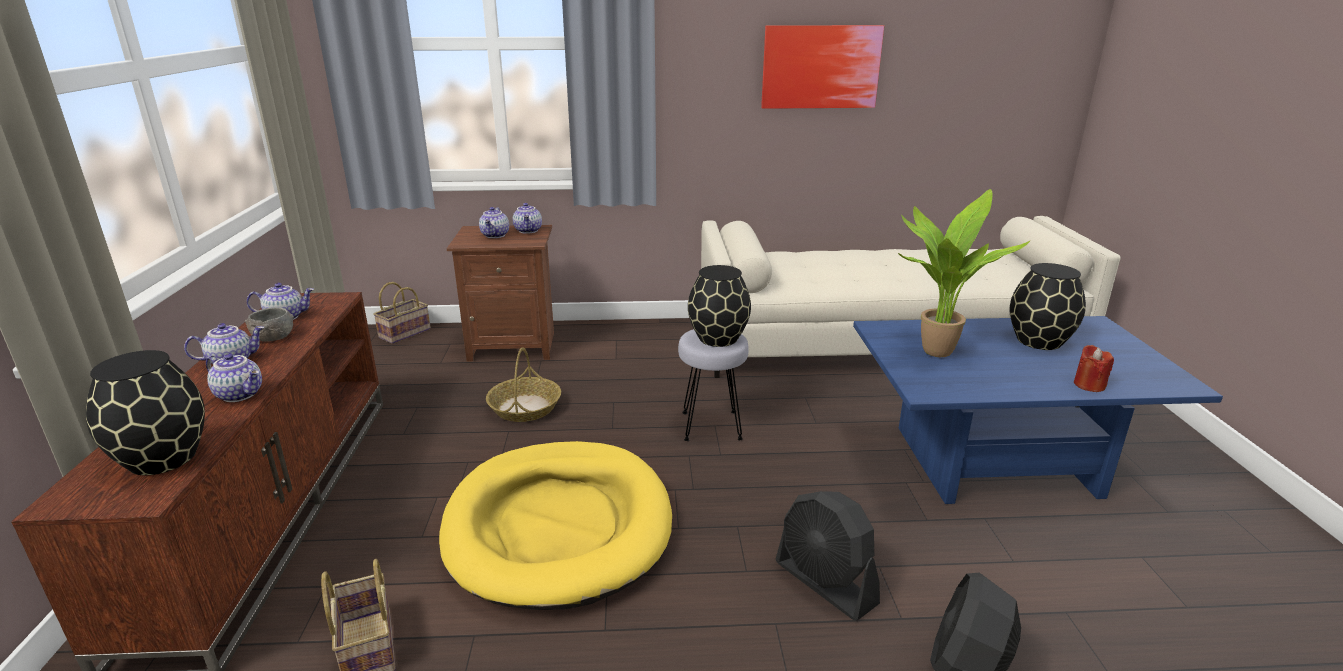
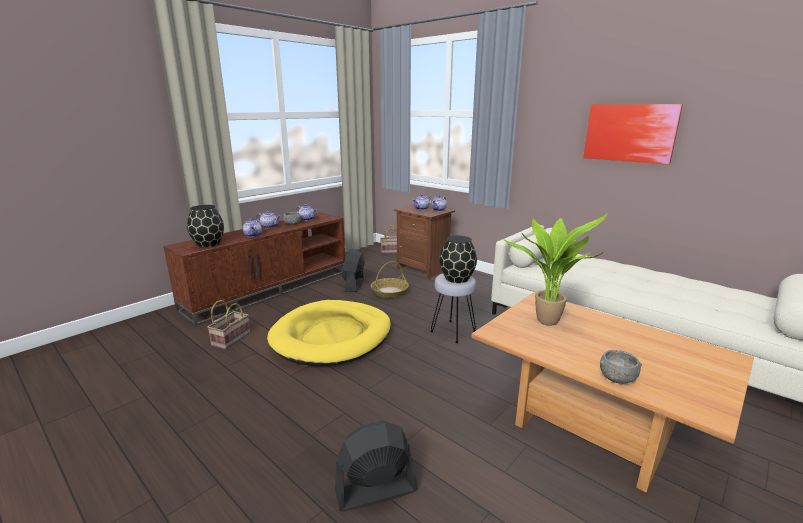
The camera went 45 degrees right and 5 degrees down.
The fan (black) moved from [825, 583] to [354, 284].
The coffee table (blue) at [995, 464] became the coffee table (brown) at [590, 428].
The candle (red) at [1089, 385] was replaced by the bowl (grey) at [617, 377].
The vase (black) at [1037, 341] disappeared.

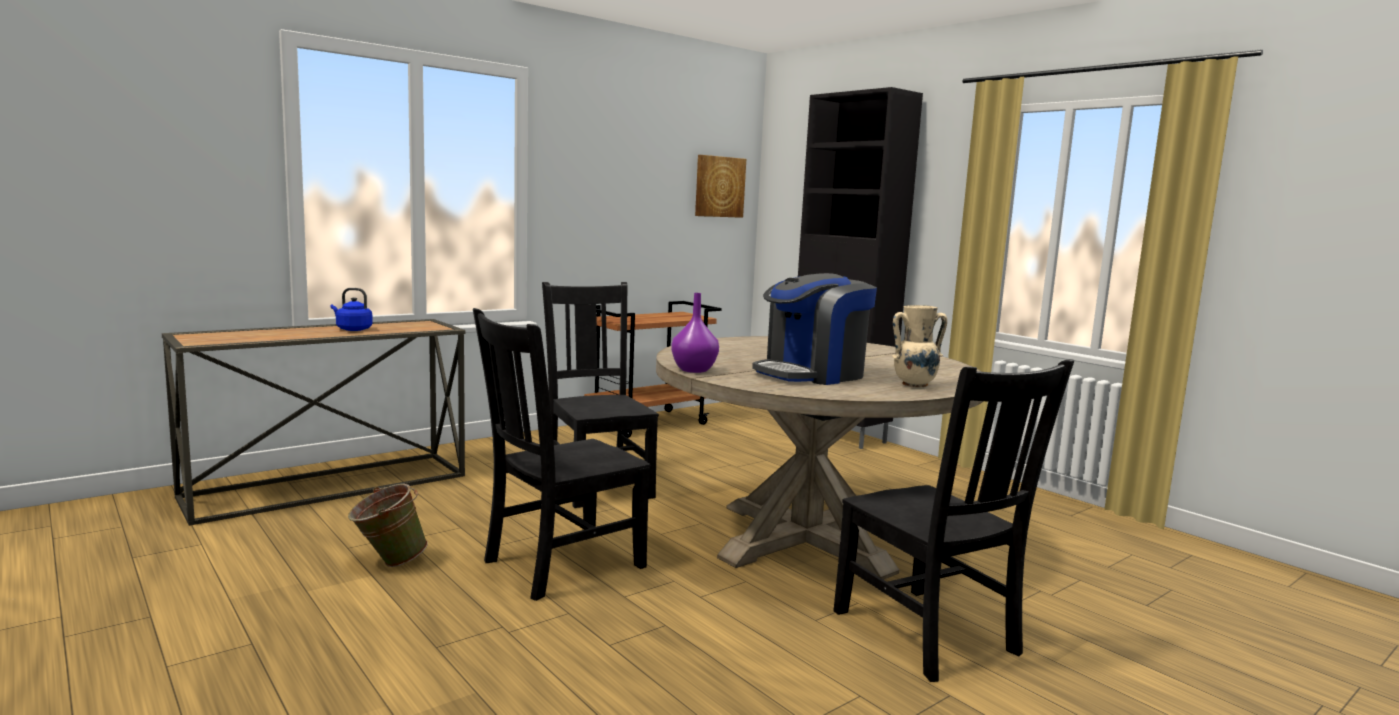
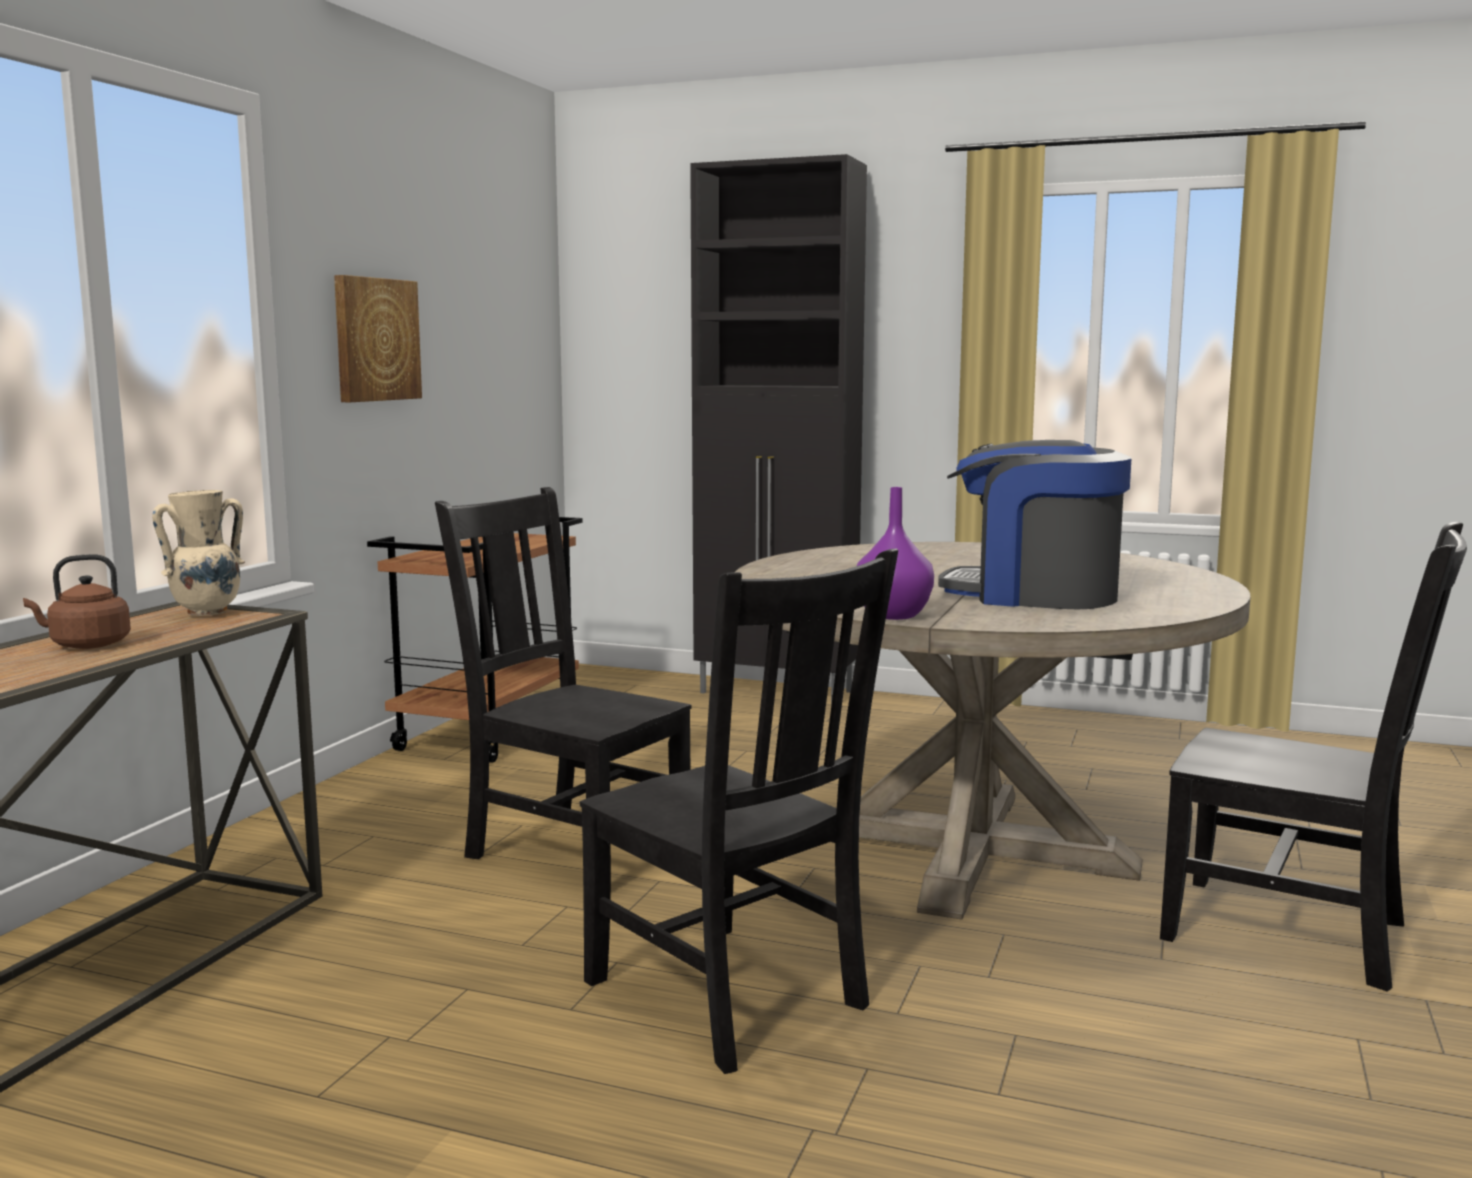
The camera went 30 degrees left and 0 degrees up.
The kettle (blue) at [352, 329] became the kettle (brown) at [86, 645].
The vase (beige) moved from [913, 385] to [205, 612].
The picture moved from [719, 187] to [375, 339].
The chair (black) at [559, 565] turned 60 degrees counterclockwise.
The coffee machine at [812, 374] turned 90 degrees clockwise.
The bucket (green) at [388, 563] disappeared.

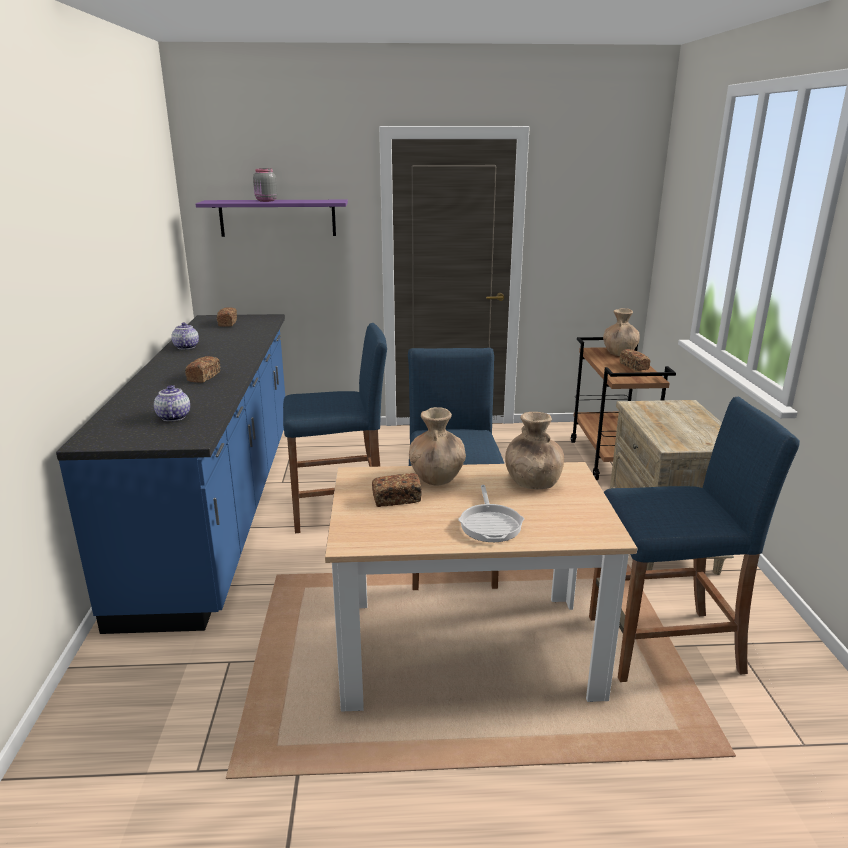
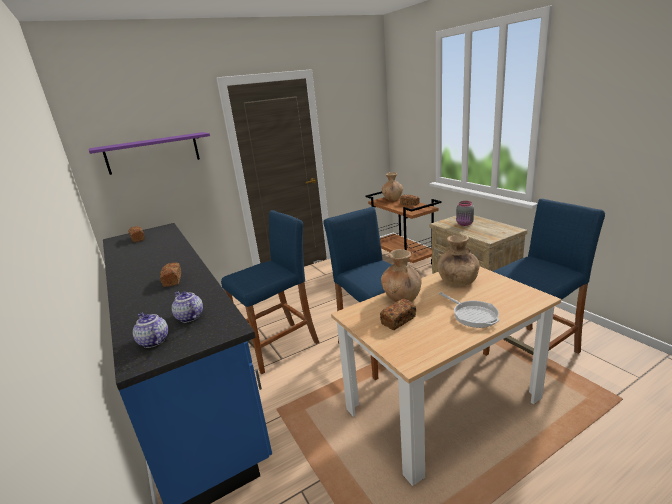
The camera went 25 degrees left and 0 degrees up.
The teapot moved from [186, 347] to [153, 341].
The jar (grey) moved from [266, 201] to [465, 224].

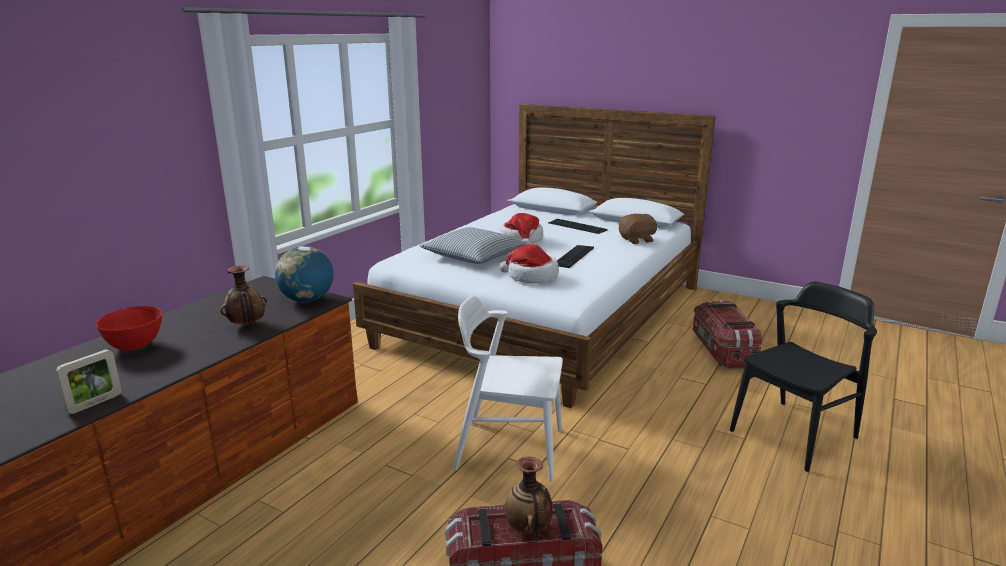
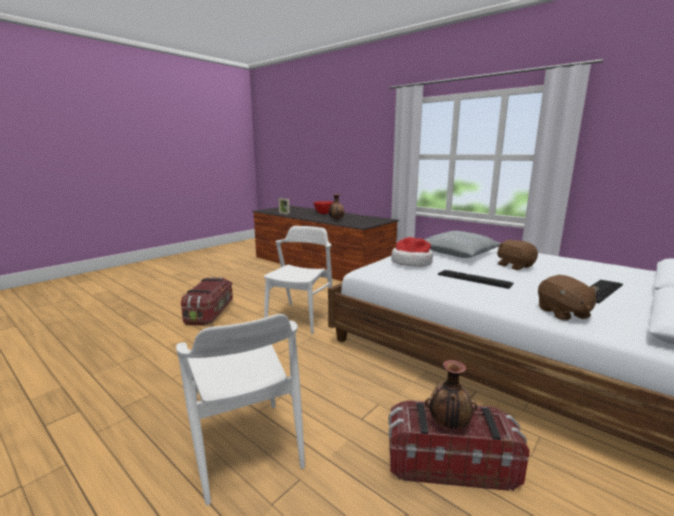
The camera went 100 degrees right and 5 degrees down.
The chair (black) at [794, 434] became the chair (white) at [245, 448].
The vase moved from [528, 528] to [449, 424].
The hat at [522, 240] was replaced by the plush toy (brown) at [514, 266].
The globe at [307, 300] disappeared.

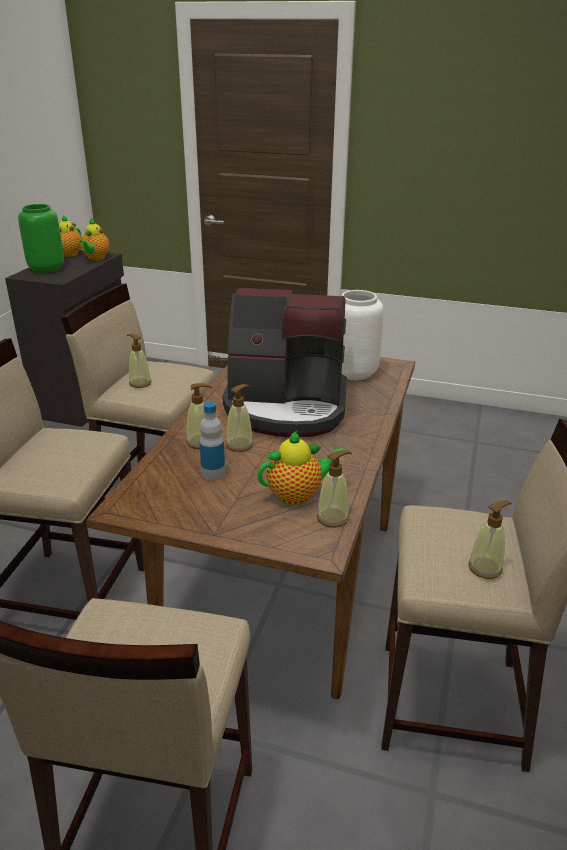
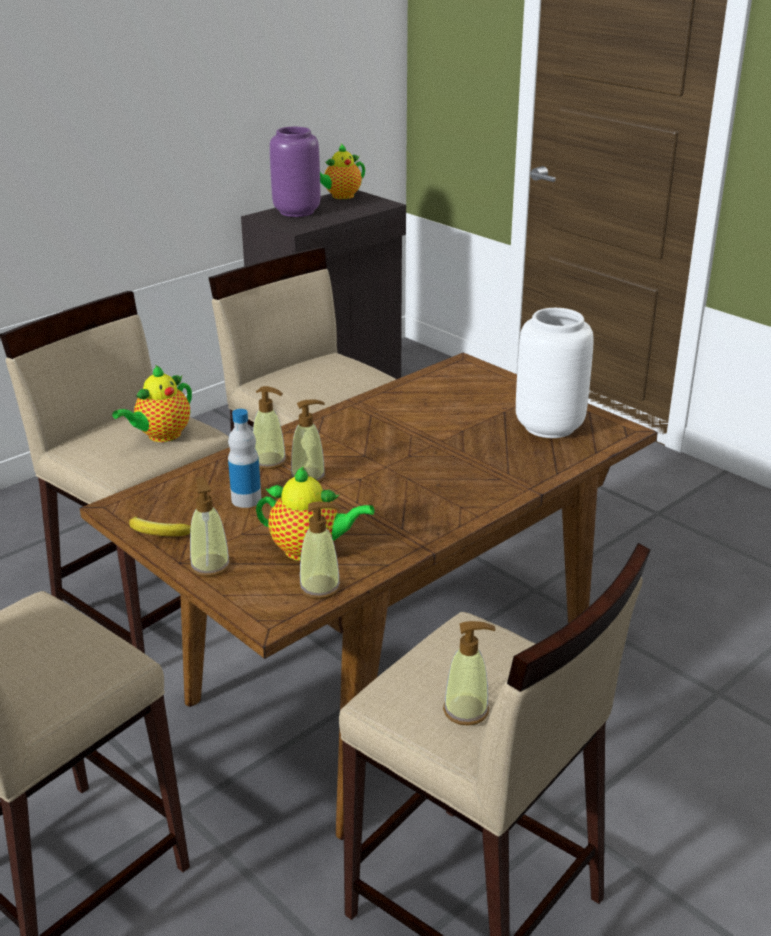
The camera went 30 degrees right and 0 degrees up.
The teapot moved from [95, 258] to [161, 436].
The banana at [158, 533] appeared.
The soap dispenser moved from [140, 383] to [210, 565].
The vase (green) at [46, 269] became the vase (purple) at [296, 211].
The coffee machine at [286, 407] disappeared.

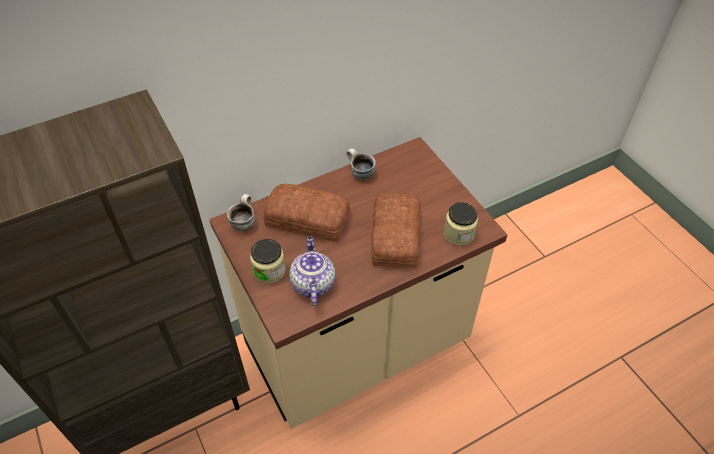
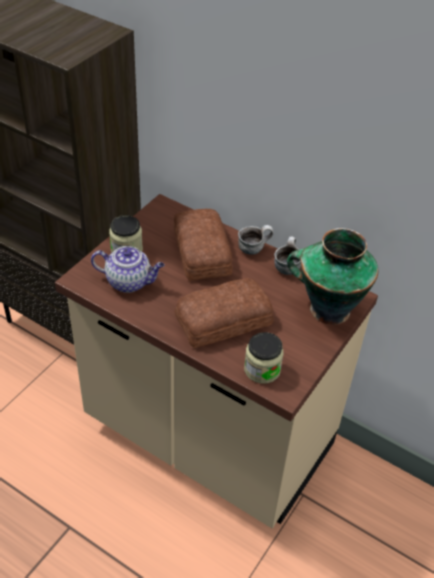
The camera went 60 degrees right and 5 degrees down.
The teapot at [312, 283] turned 45 degrees clockwise.
The mug moved from [243, 222] to [254, 248].
The vase at [327, 309] appeared.

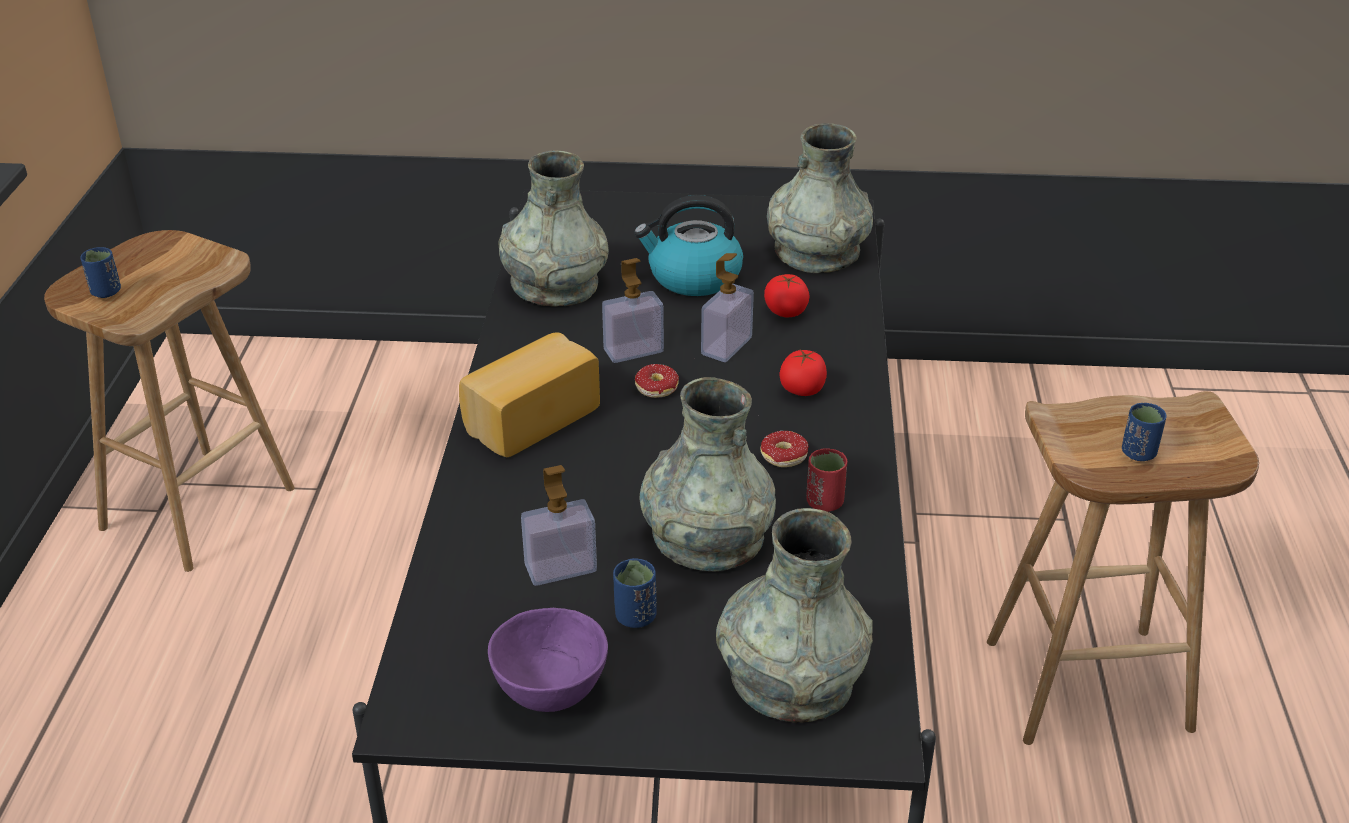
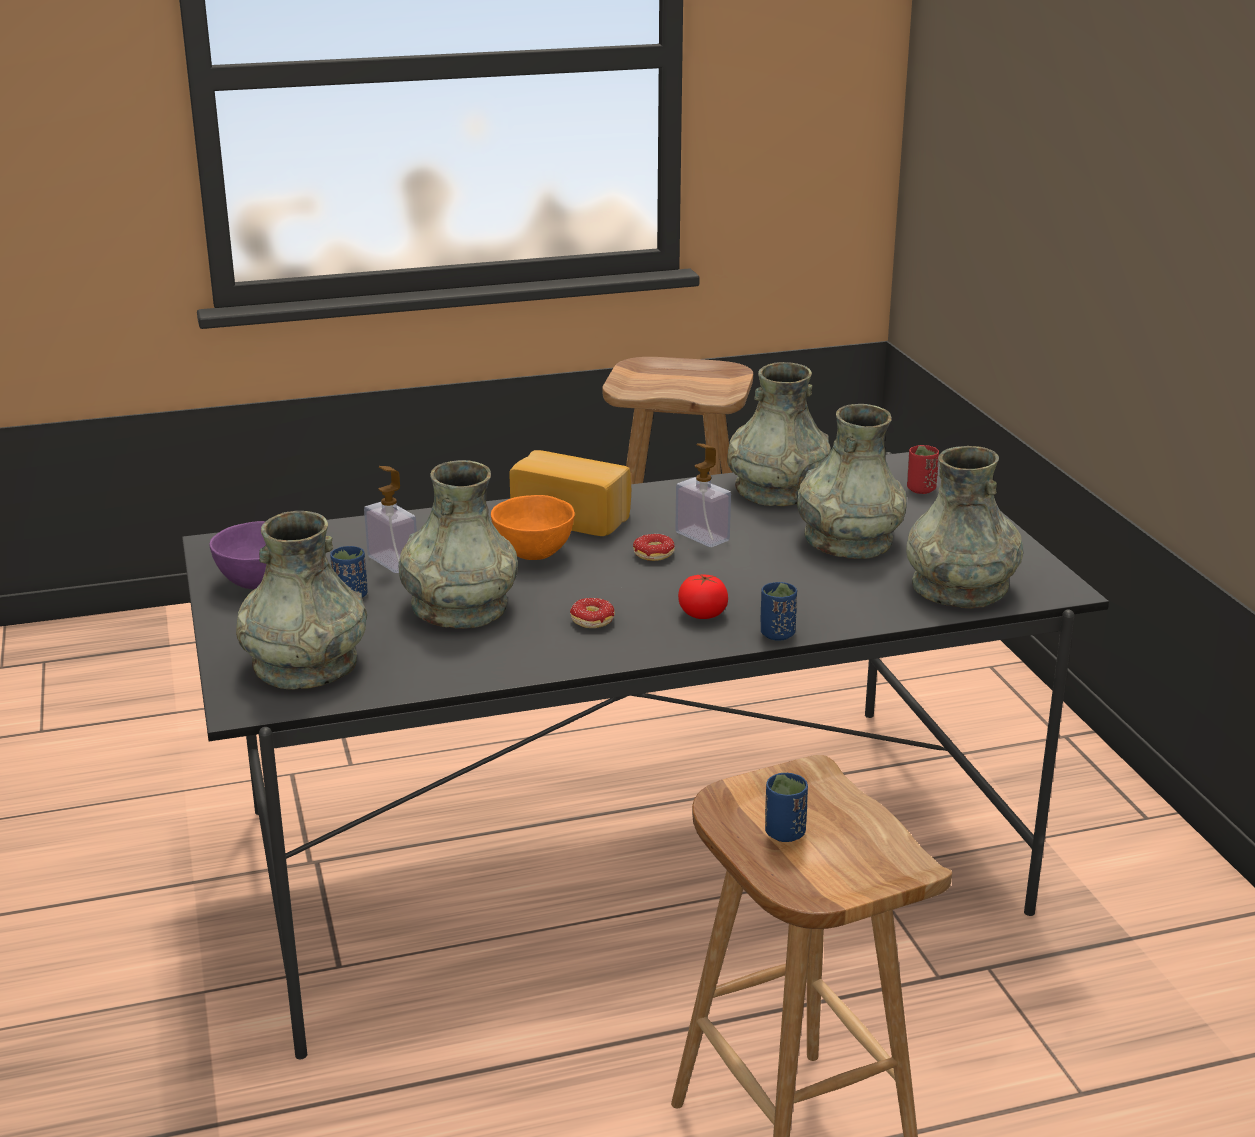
The camera went 70 degrees right and 10 degrees down.
The bowl (orange) at [534, 553] appeared.
The cup (blue) moved from [106, 292] to [777, 634].
The kettle at [693, 277] was replaced by the vase (grey) at [848, 540].
The cup (red) moved from [824, 503] to [921, 489].
The soap dispenser at [726, 346] disappeared.
The tomato at [786, 311] disappeared.

